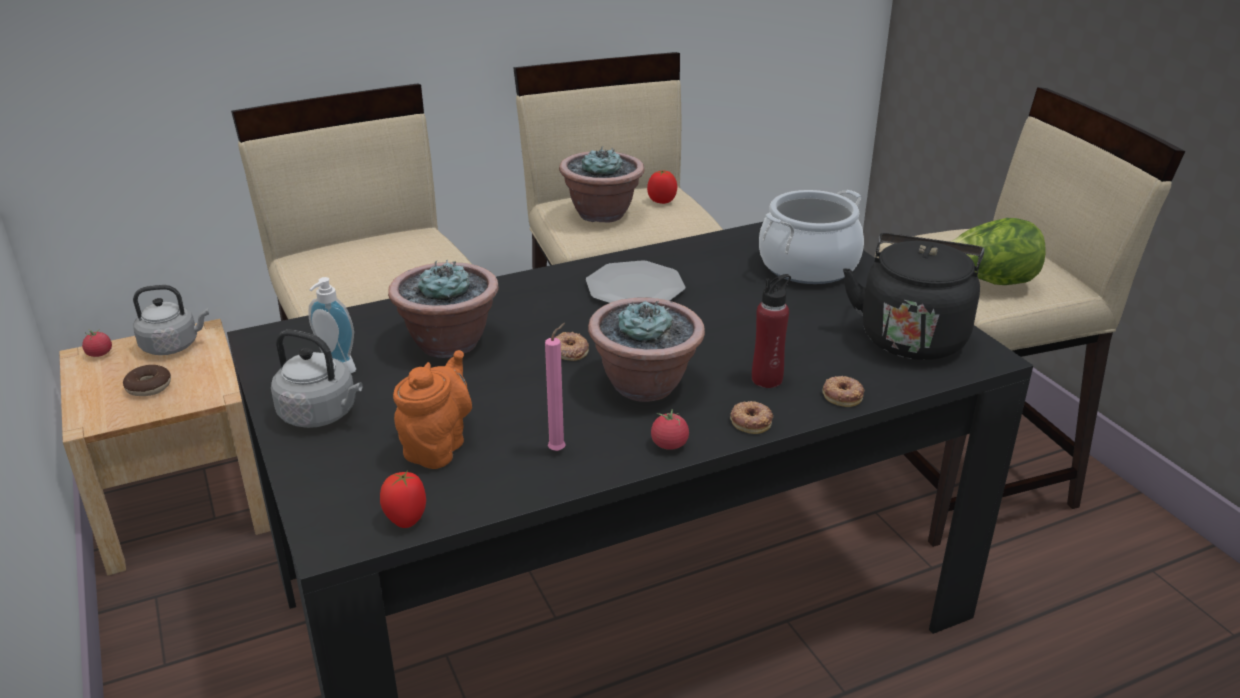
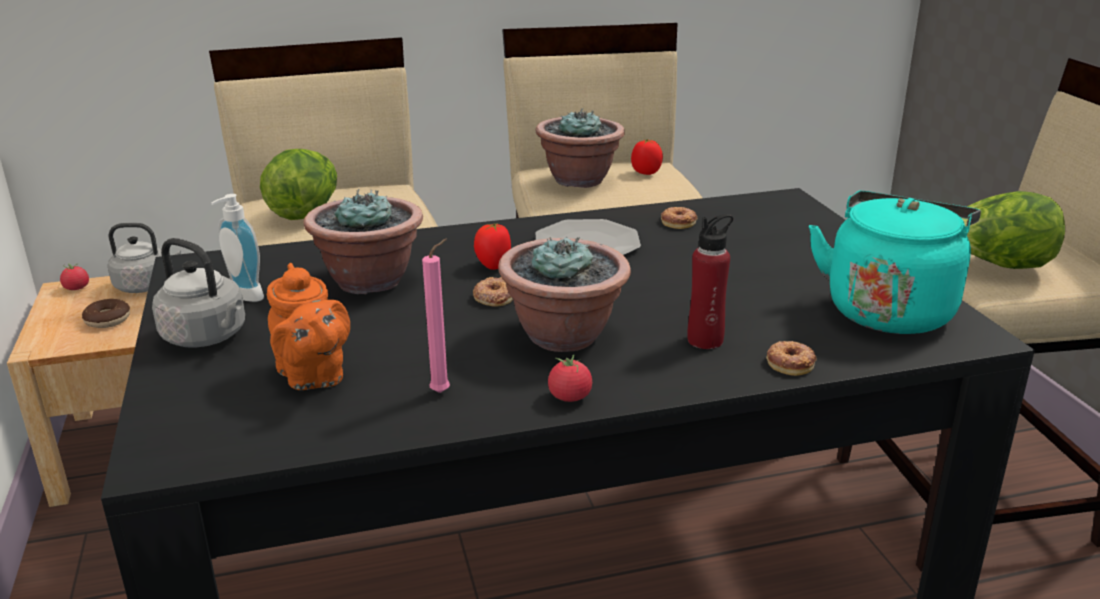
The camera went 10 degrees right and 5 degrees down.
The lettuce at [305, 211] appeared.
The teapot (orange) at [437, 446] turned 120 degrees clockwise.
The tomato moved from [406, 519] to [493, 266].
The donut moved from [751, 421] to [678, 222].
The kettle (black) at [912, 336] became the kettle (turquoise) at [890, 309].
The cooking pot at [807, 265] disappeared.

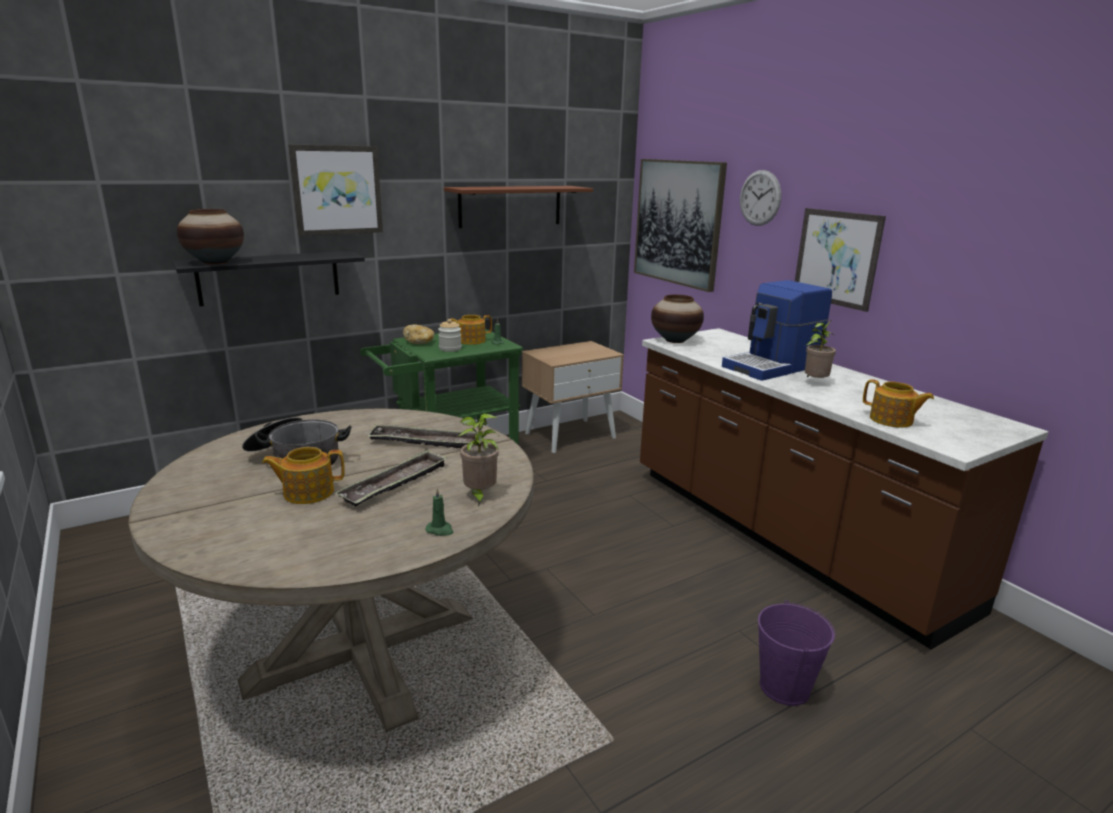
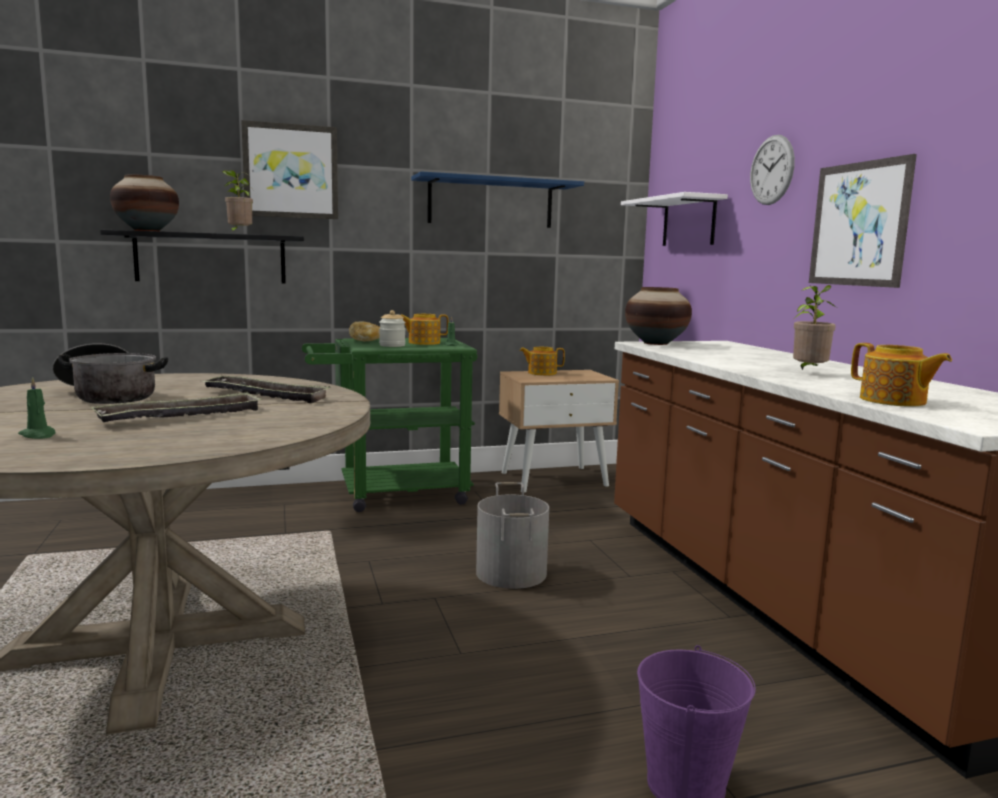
The camera went 15 degrees right and 10 degrees down.
The candle (green) moved from [440, 530] to [38, 435].
The potted plant moved from [479, 496] to [239, 234].
The shelf (brown) at [510, 206] became the shelf (blue) at [490, 203].
The bucket (grey) at [512, 573] appeared.
The teapot moved from [307, 492] to [541, 373].
The picture at [678, 222] was replaced by the shelf (white) at [689, 222].
The coffee machine at [773, 367] disappeared.

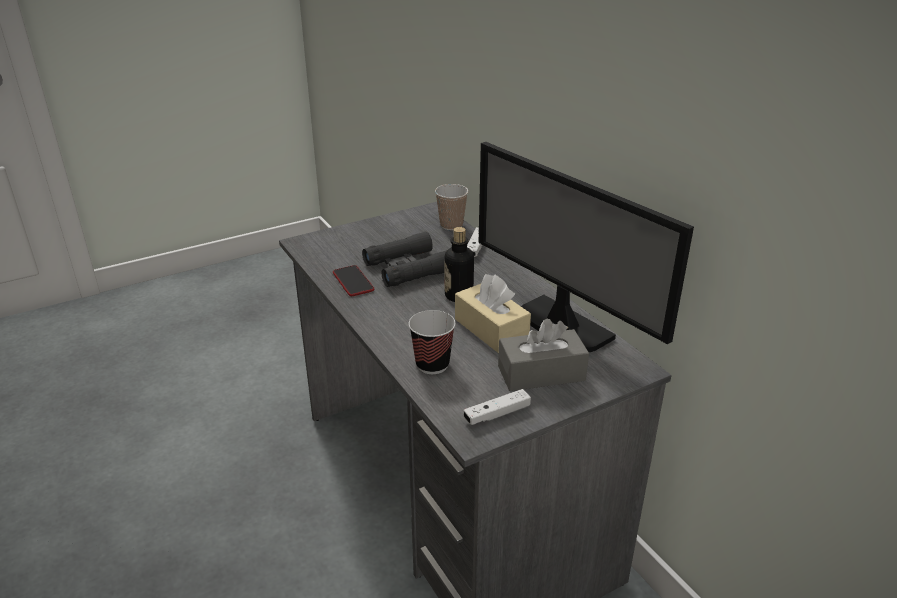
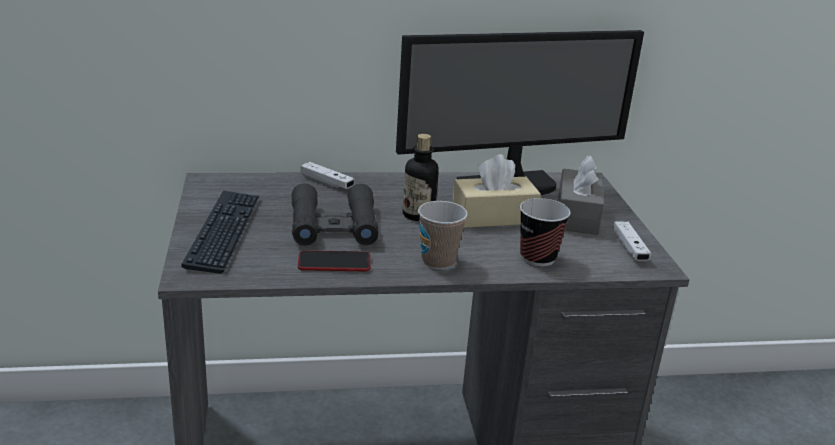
The camera went 70 degrees left and 5 degrees down.
The keyboard at [224, 231] appeared.
The cup moved from [451, 225] to [438, 261].

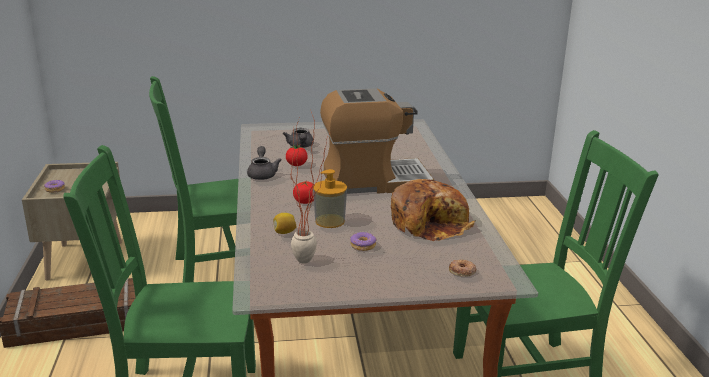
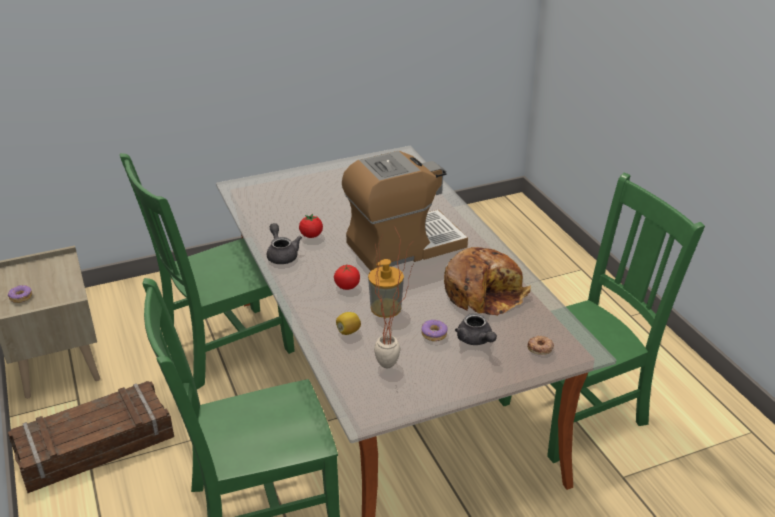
The camera went 15 degrees left and 10 degrees up.
The teapot (grey) moved from [300, 146] to [476, 340].

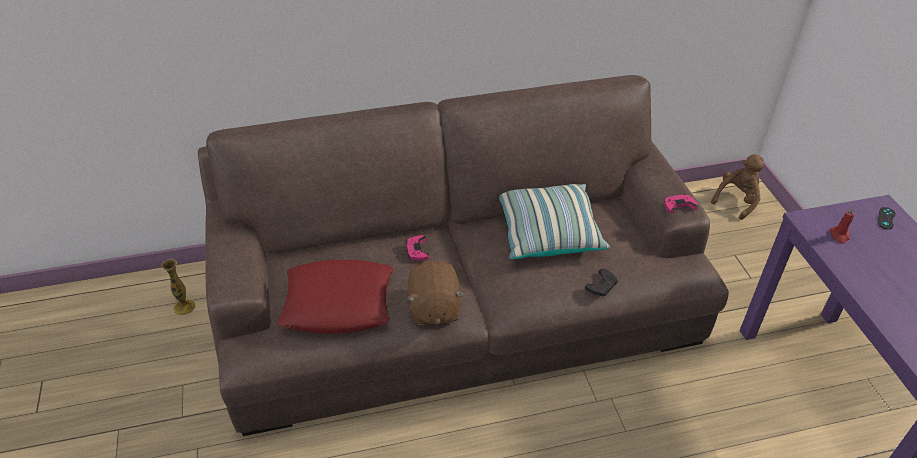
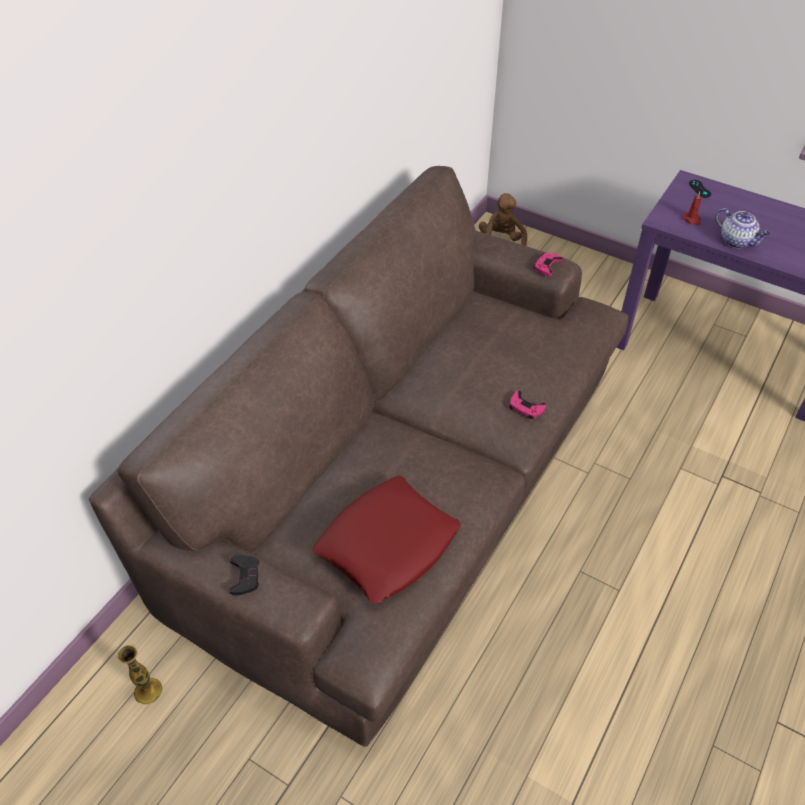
The camera went 45 degrees left and 5 degrees up.
The game controller (black) moved from [601, 285] to [244, 576].
The game controller (pink) moved from [417, 250] to [526, 407].
The teapot at [737, 241] appeared.
The plush toy (brown) at [434, 308] disappeared.
The pillow at [547, 232] disappeared.

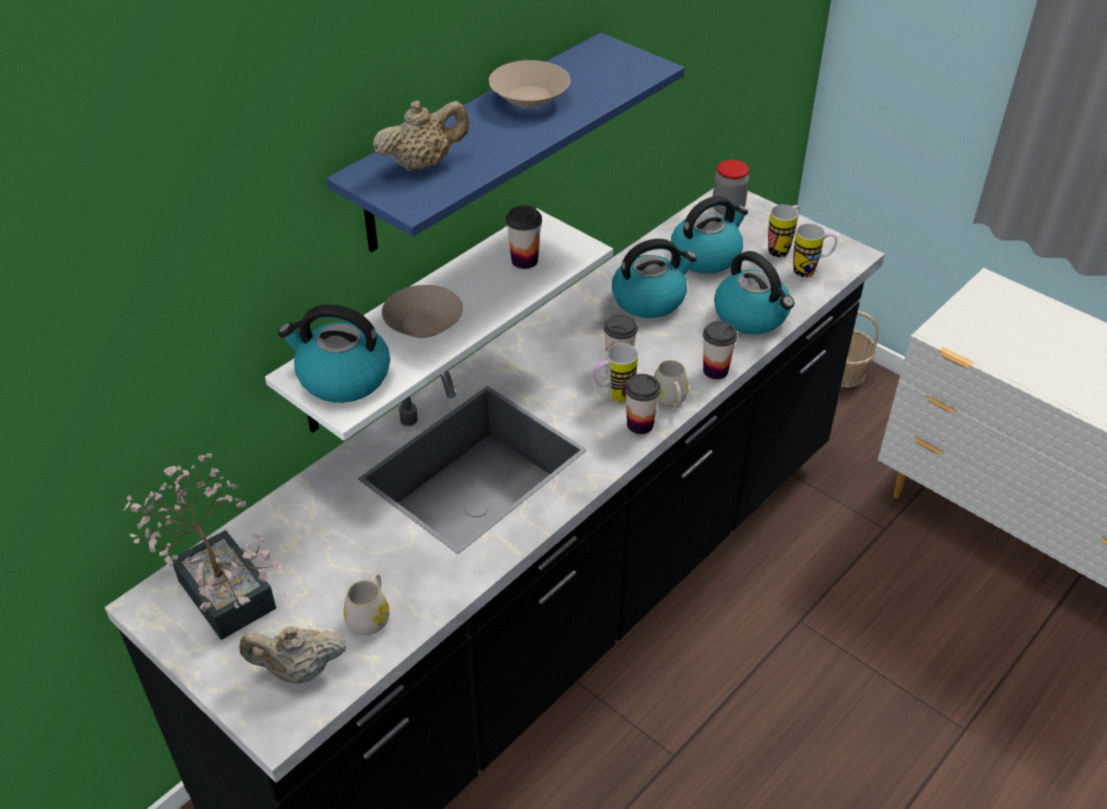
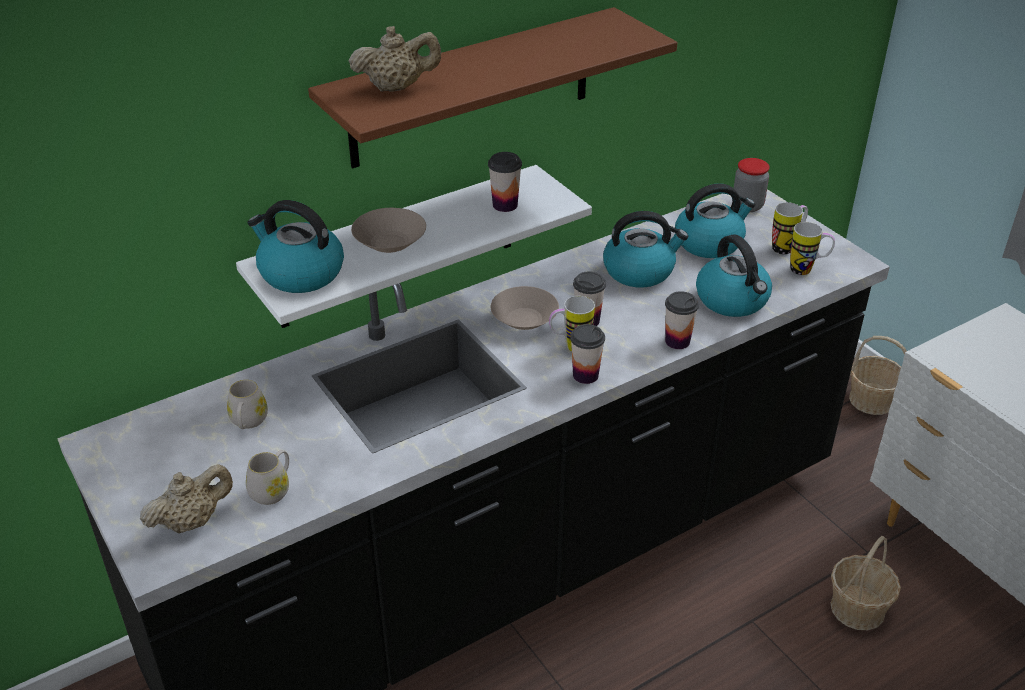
The camera went 15 degrees right and 5 degrees down.
The teapot (beige) at [298, 670] turned 135 degrees clockwise.
The mug (white) moved from [670, 401] to [248, 422].
The shelf (blue) at [477, 143] became the shelf (brown) at [472, 88].
The bowl (beige) moved from [529, 99] to [524, 320].
The basket at [858, 608] appeared.
The potted plant at [222, 585] disappeared.

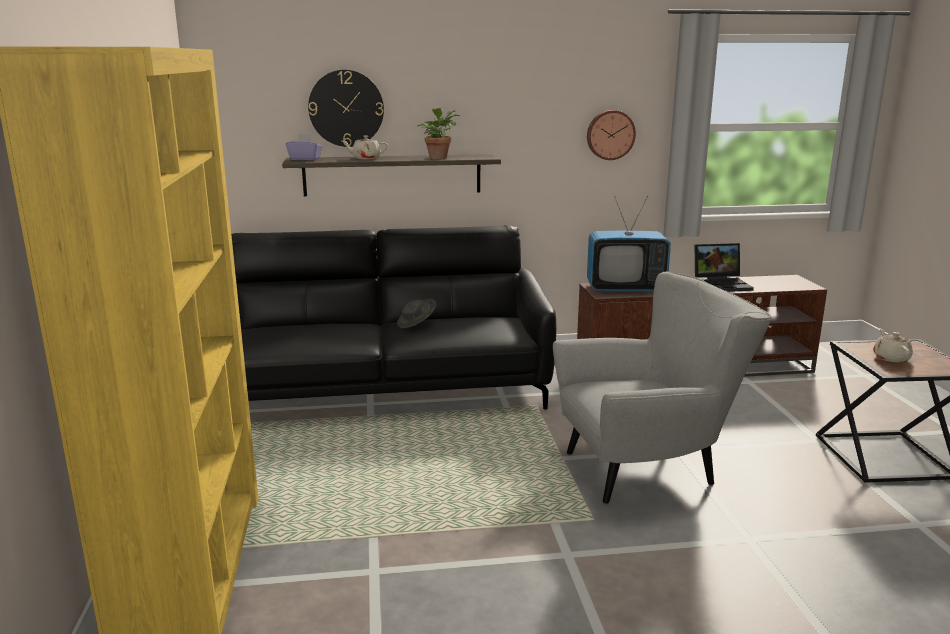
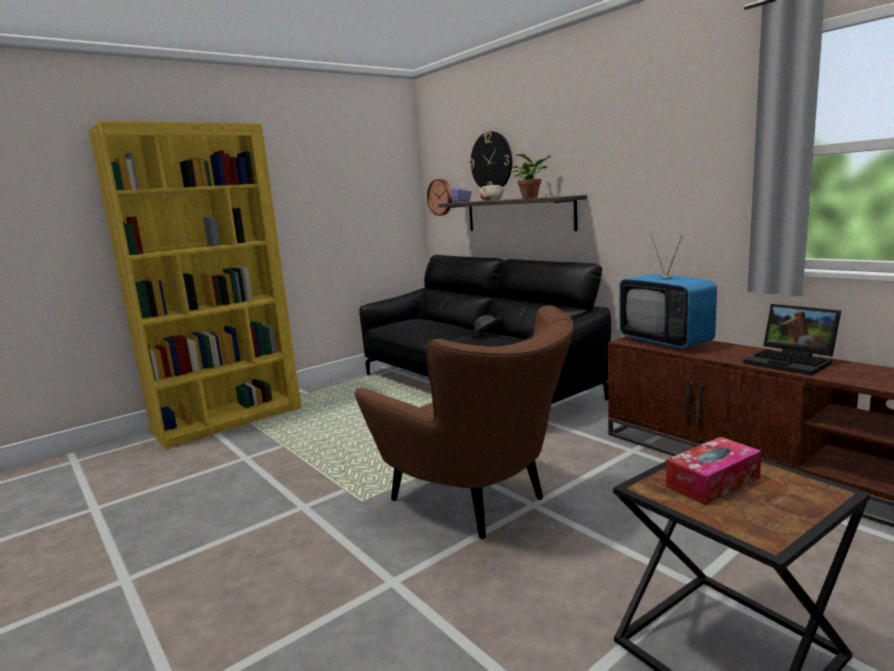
The camera went 60 degrees right and 5 degrees down.
The armchair (grey) at [649, 468] became the armchair (brown) at [477, 501].
The wall clock moved from [610, 135] to [441, 197].
The teapot (beige) at [890, 358] was replaced by the tissue box at [712, 482].

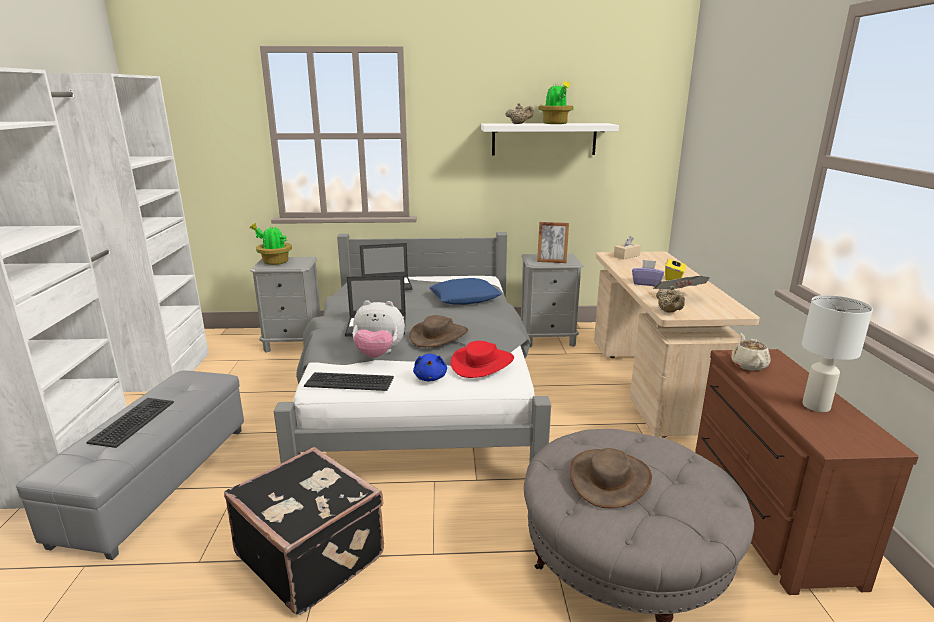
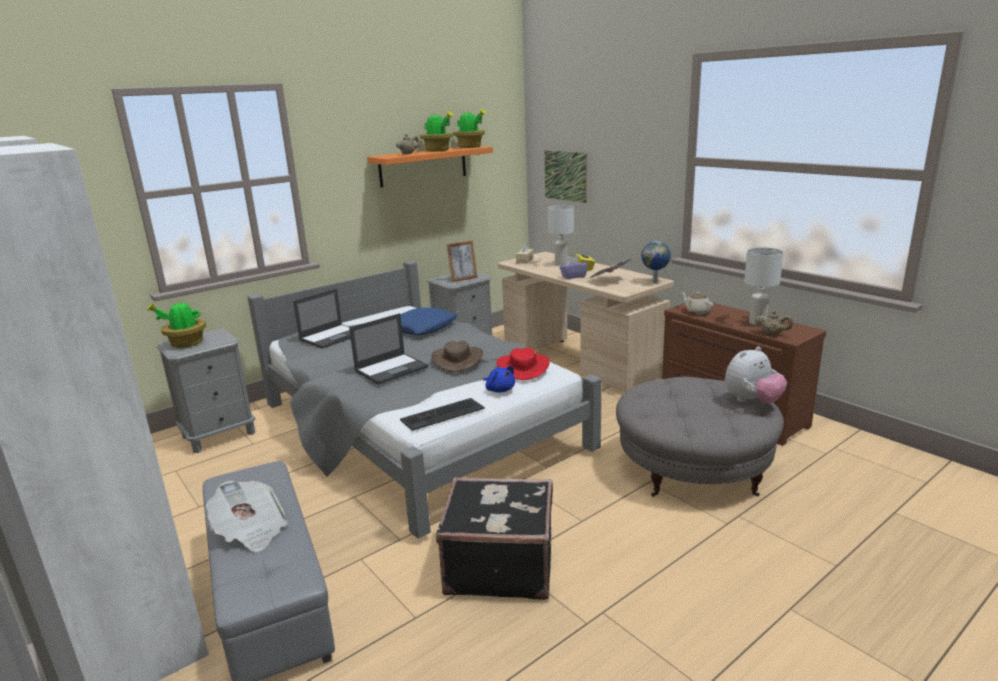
The camera went 35 degrees left and 0 degrees up.
The keyboard at [134, 422] was replaced by the newspaper at [250, 531].
The shelf (white) at [544, 139] became the shelf (orange) at [423, 166].
The potted plant at [470, 147] appeared.
The picture at [565, 176] appeared.
The table lamp (white) at [561, 264] appeared.
The globe at [655, 282] appeared.
The plush toy moved from [378, 354] to [752, 401].
The teapot (beige) moved from [669, 311] to [772, 334].
The hat (brown) at [610, 479] disappeared.

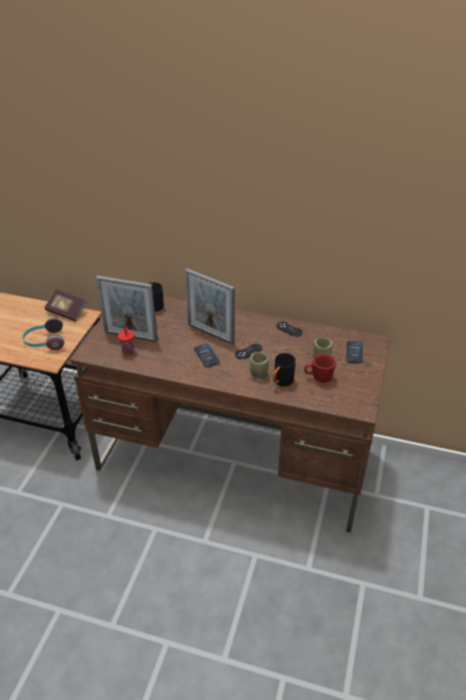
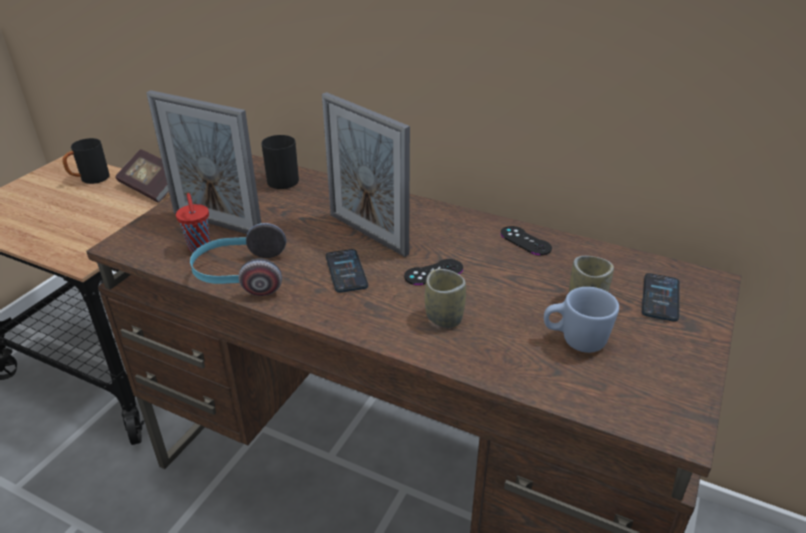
The camera went 10 degrees right and 5 degrees down.
The mug (black) moved from [281, 382] to [90, 180].
The headphones moved from [45, 342] to [240, 276].
The mug (red) at [318, 377] became the mug (blue) at [575, 340].

